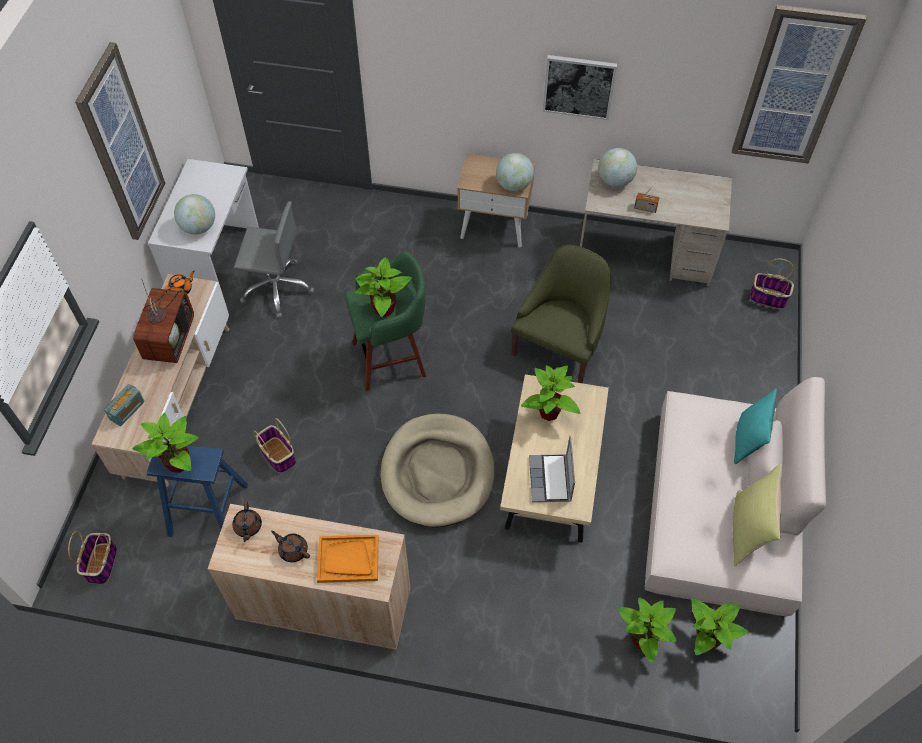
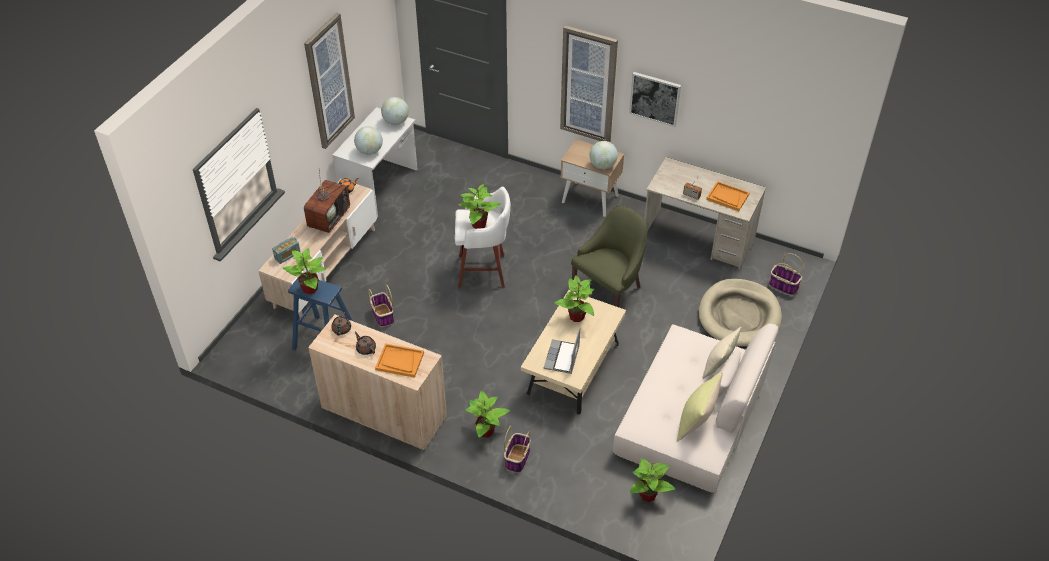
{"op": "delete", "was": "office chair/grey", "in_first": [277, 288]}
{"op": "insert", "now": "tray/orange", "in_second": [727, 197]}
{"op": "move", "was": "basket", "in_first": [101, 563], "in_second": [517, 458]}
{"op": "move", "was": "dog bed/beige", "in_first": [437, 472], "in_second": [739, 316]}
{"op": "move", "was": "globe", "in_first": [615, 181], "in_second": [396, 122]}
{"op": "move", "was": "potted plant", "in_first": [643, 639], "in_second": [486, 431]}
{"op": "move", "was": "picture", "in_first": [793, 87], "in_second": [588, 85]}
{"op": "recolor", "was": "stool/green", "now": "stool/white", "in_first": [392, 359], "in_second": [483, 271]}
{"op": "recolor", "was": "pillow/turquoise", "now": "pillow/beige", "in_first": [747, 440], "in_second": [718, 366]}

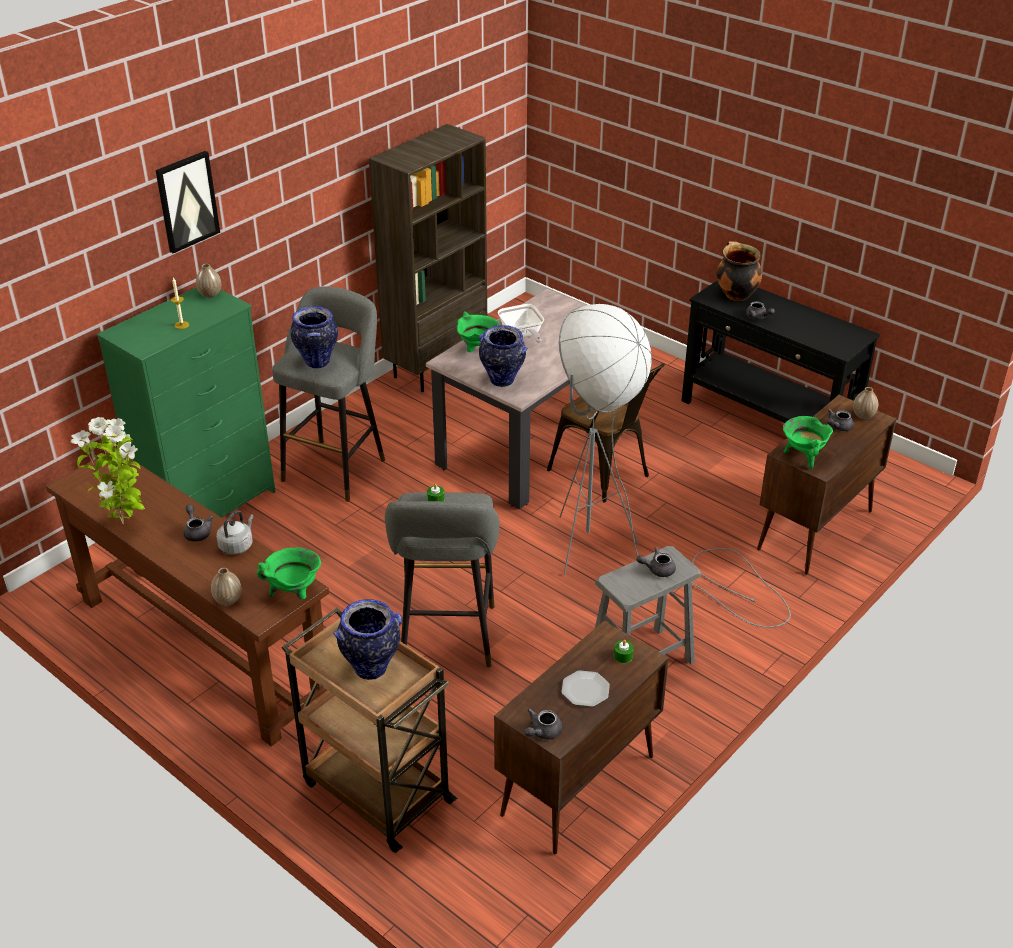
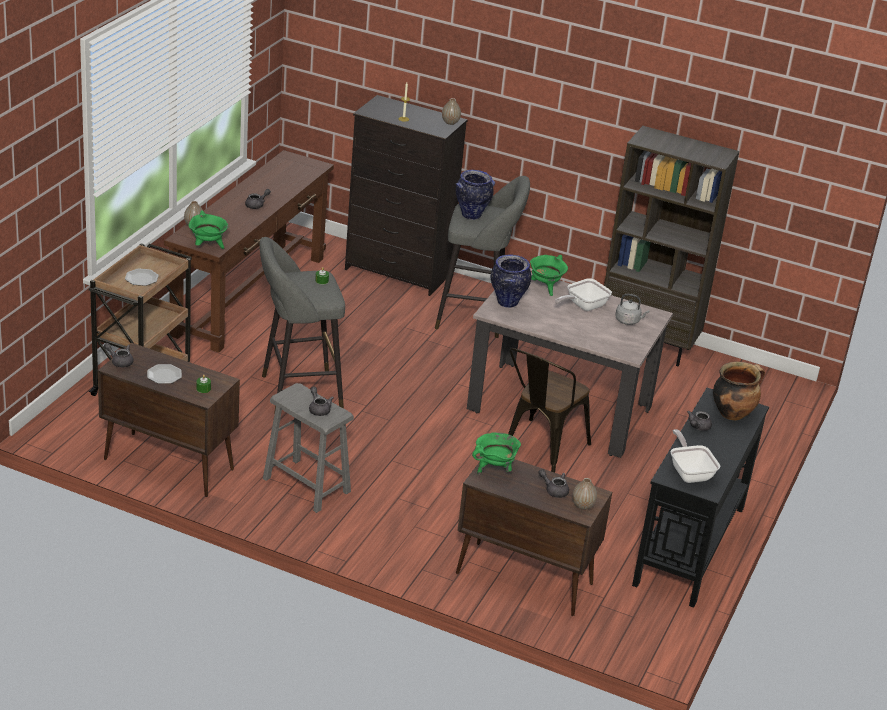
{"op": "delete", "was": "potted plant", "in_first": [124, 522]}
{"op": "delete", "was": "picture", "in_first": [187, 201]}
{"op": "delete", "was": "floor lamp/grey", "in_first": [626, 557]}
{"op": "insert", "now": "frying pan", "in_second": [689, 472]}
{"op": "move", "was": "kettle/grey", "in_first": [237, 545], "in_second": [628, 321]}
{"op": "replace", "was": "vase", "now": "plate", "in_first": [371, 668], "in_second": [142, 278]}
{"op": "recolor", "was": "dresser/green", "now": "dresser/black", "in_first": [210, 507], "in_second": [398, 272]}

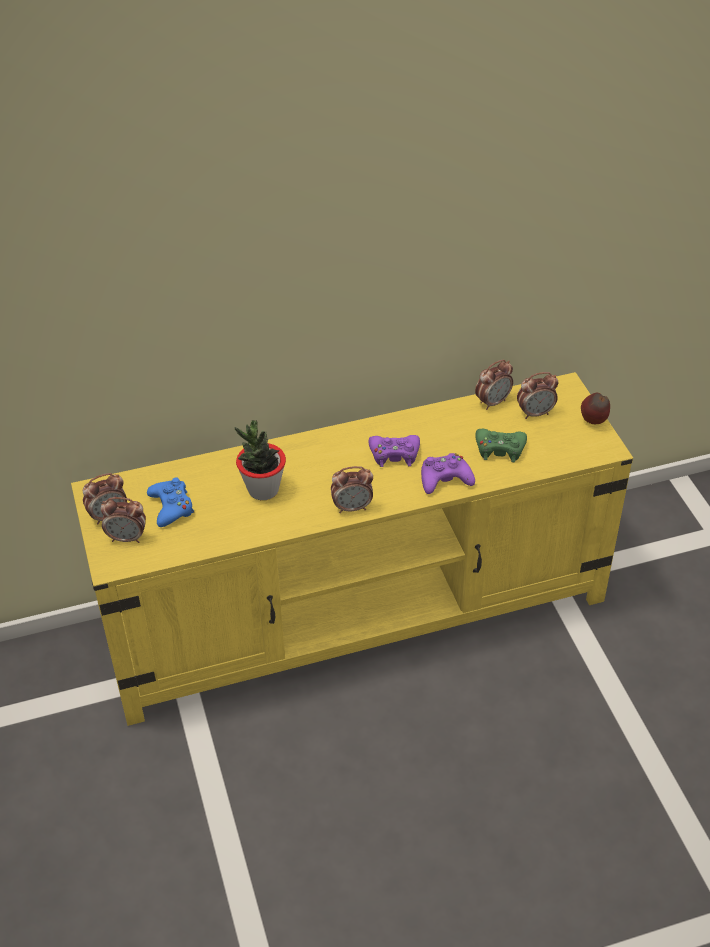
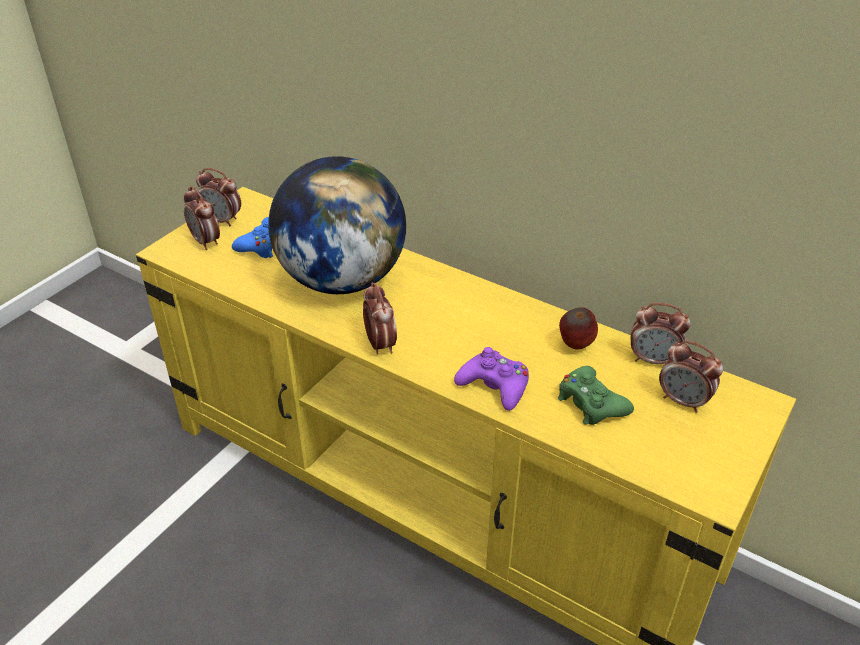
{"op": "delete", "was": "game controller/purple", "in_first": [394, 454]}
{"op": "move", "was": "apple", "in_first": [594, 422], "in_second": [575, 346]}
{"op": "replace", "was": "potted plant", "now": "globe", "in_first": [263, 490], "in_second": [342, 280]}
{"op": "rotate", "was": "alarm clock", "in_first": [352, 507], "in_second": [380, 344], "clockwise": -150}

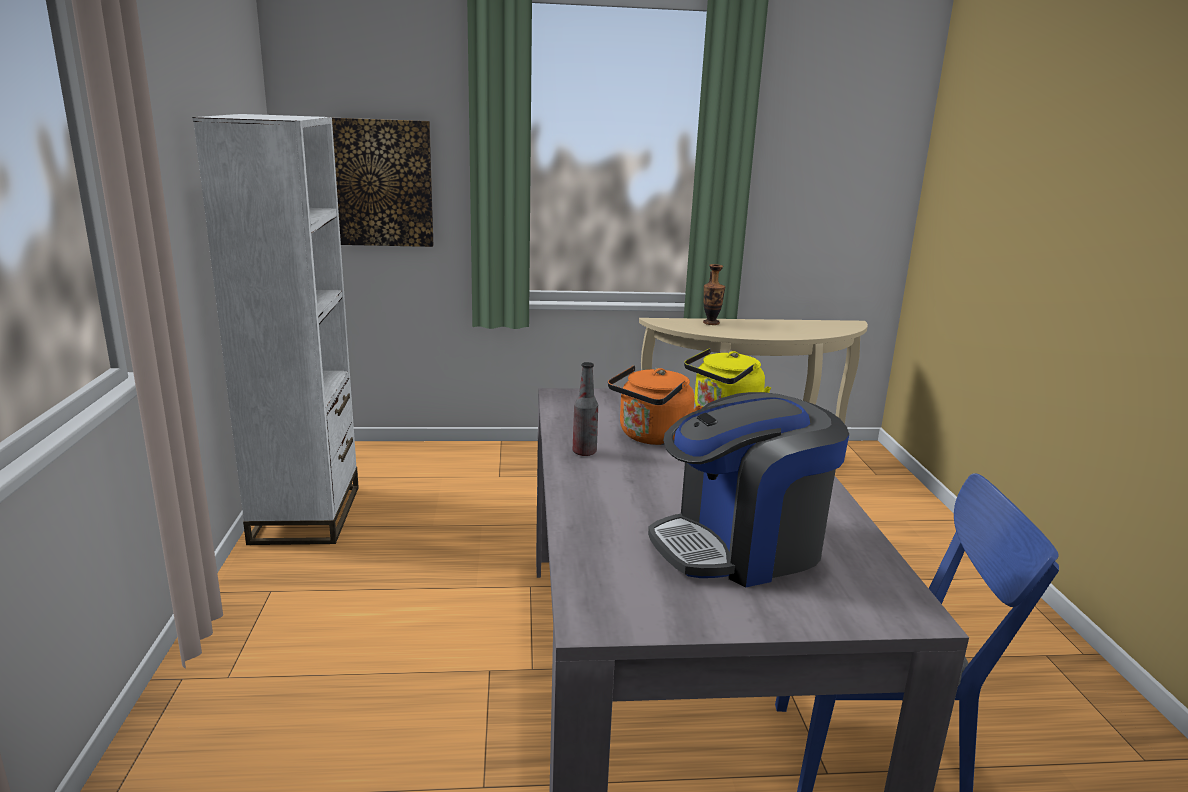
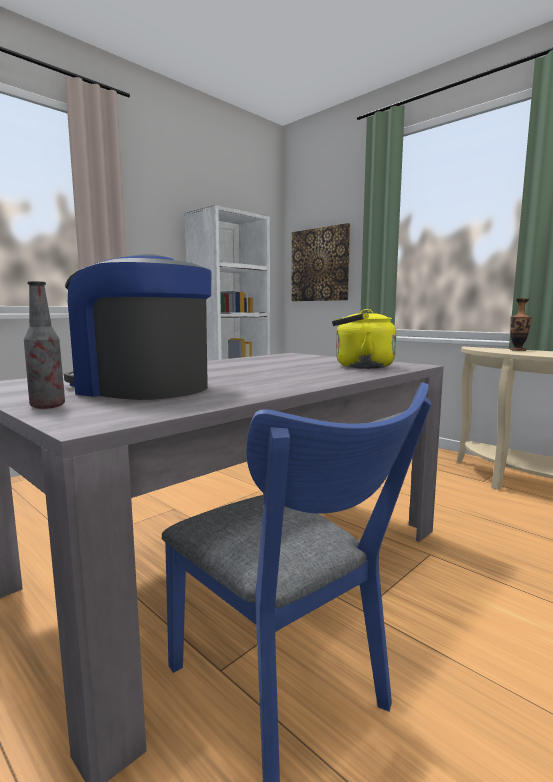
{"op": "delete", "was": "kettle/orange", "in_first": [652, 437]}
{"op": "move", "was": "bottle", "in_first": [584, 452], "in_second": [47, 406]}

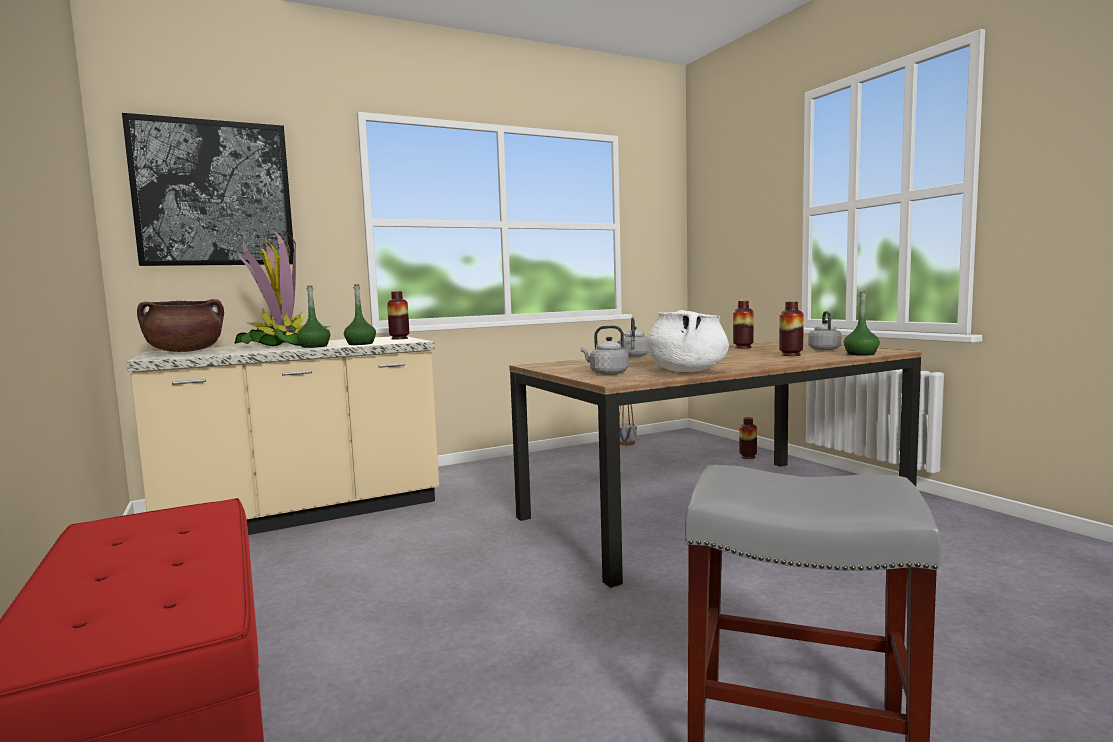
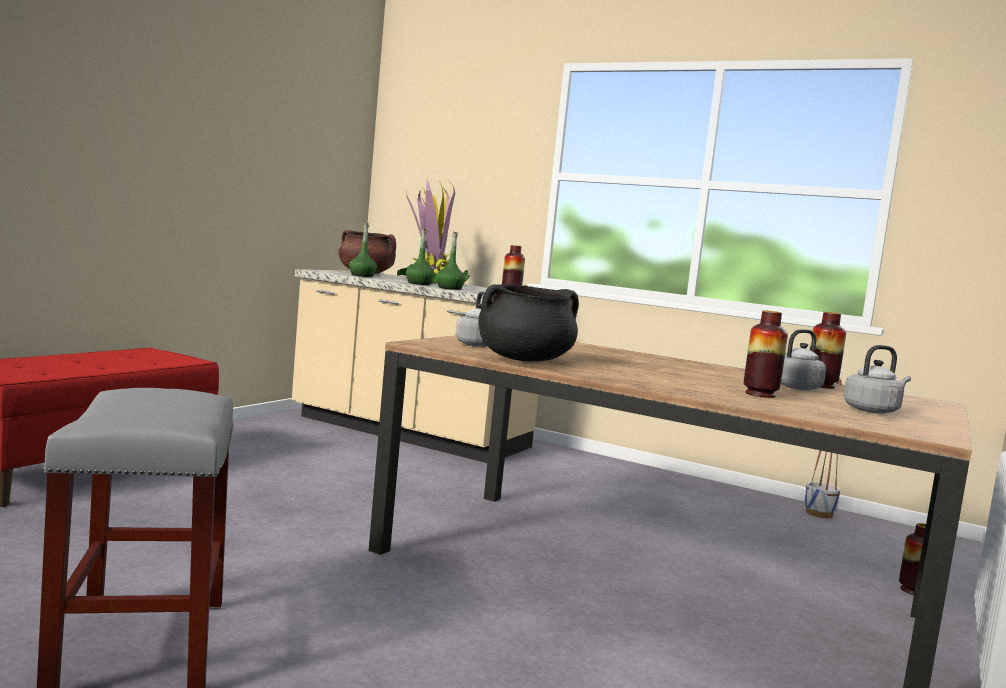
{"op": "delete", "was": "picture", "in_first": [214, 194]}
{"op": "move", "was": "kettle/grey", "in_first": [634, 356], "in_second": [795, 387]}
{"op": "move", "was": "bottle/green", "in_first": [860, 354], "in_second": [362, 276]}
{"op": "recolor", "was": "cooking pot/white", "now": "cooking pot/black", "in_first": [687, 371], "in_second": [524, 360]}

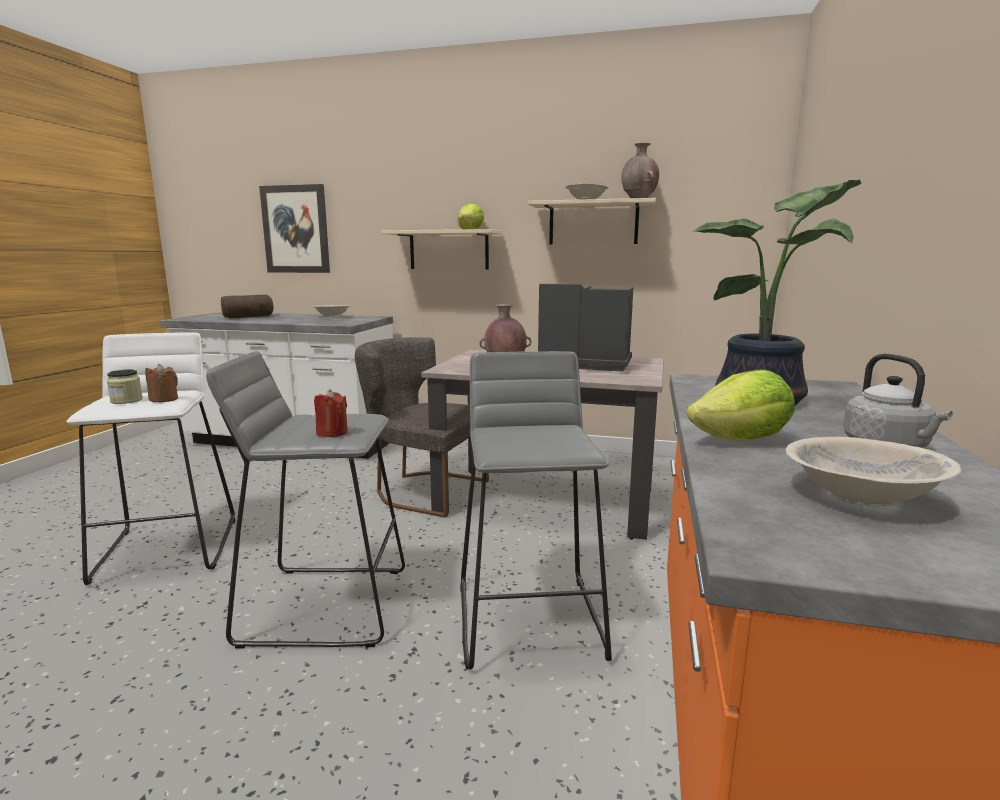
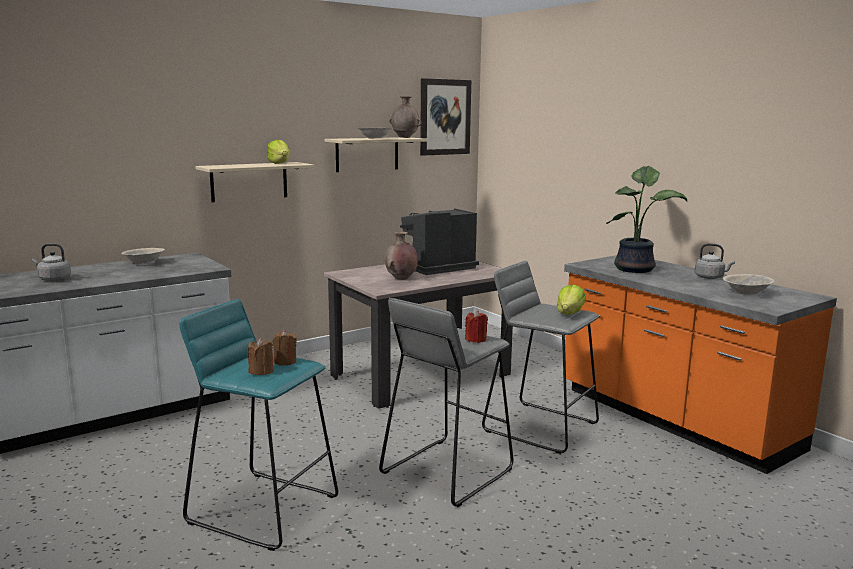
{"op": "delete", "was": "chair/grey", "in_first": [424, 490]}
{"op": "move", "was": "picture", "in_first": [296, 229], "in_second": [445, 117]}
{"op": "move", "was": "lettuce", "in_first": [741, 440], "in_second": [570, 313]}
{"op": "replace", "was": "jar", "now": "candle/brown", "in_first": [126, 400], "in_second": [261, 371]}
{"op": "replace", "was": "bread", "now": "kettle/grey", "in_first": [249, 317], "in_second": [53, 279]}
{"op": "recolor", "was": "stool/white", "now": "stool/turquoise", "in_first": [169, 548], "in_second": [263, 508]}

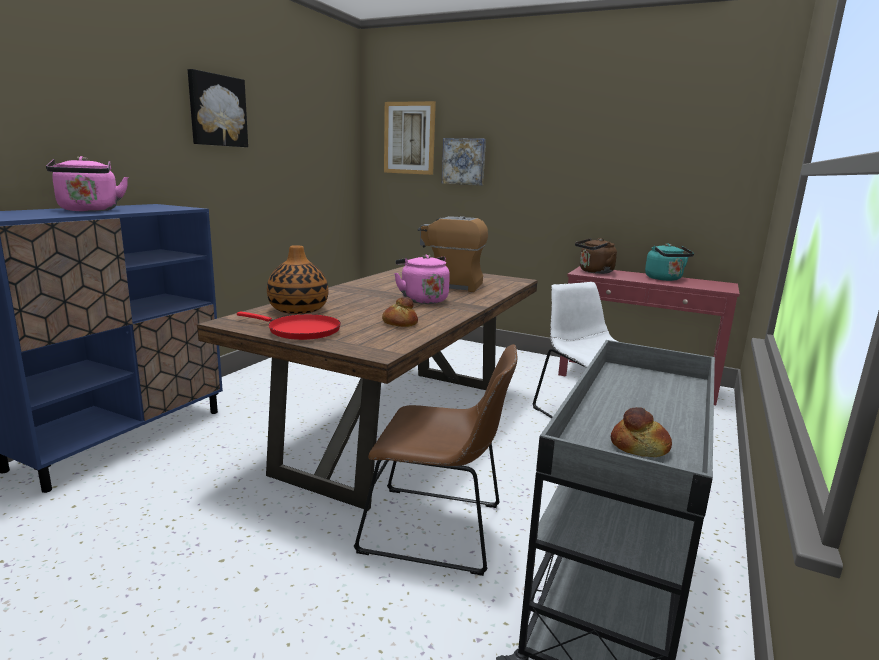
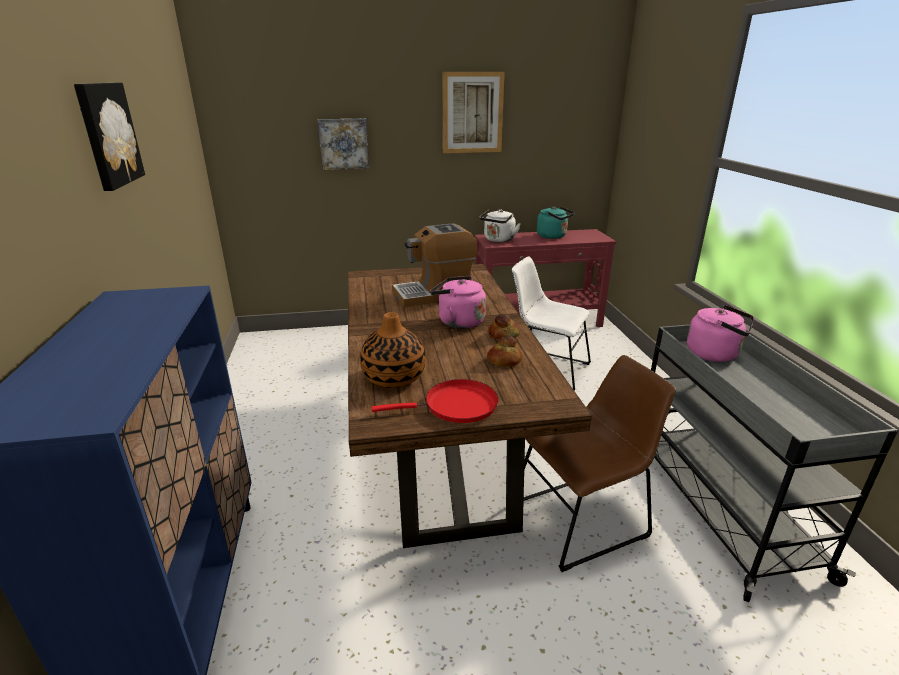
{"op": "move", "was": "kettle/pink", "in_first": [89, 210], "in_second": [715, 354]}
{"op": "move", "was": "picture", "in_first": [409, 138], "in_second": [472, 113]}
{"op": "move", "was": "bread", "in_first": [640, 447], "in_second": [504, 335]}
{"op": "recolor", "was": "kettle/brown", "now": "kettle/white", "in_first": [594, 272], "in_second": [498, 240]}

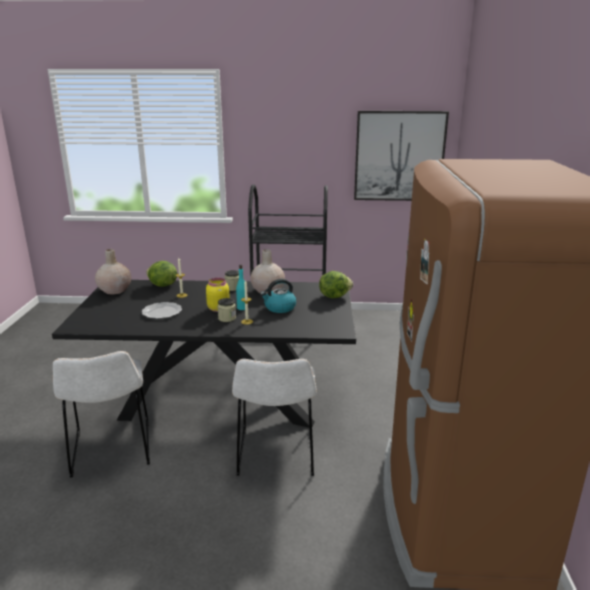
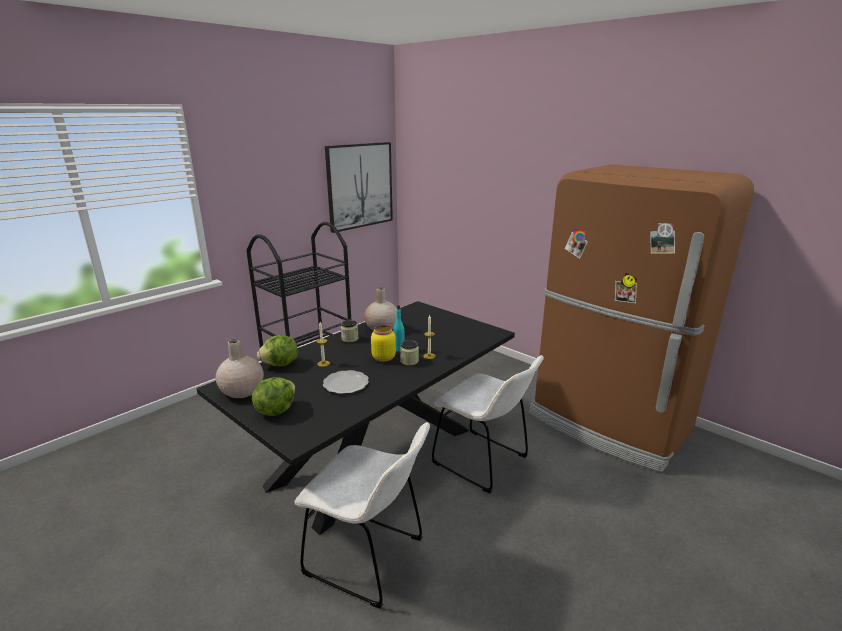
{"op": "delete", "was": "kettle", "in_first": [279, 308]}
{"op": "move", "was": "lettuce", "in_first": [334, 296], "in_second": [275, 410]}

